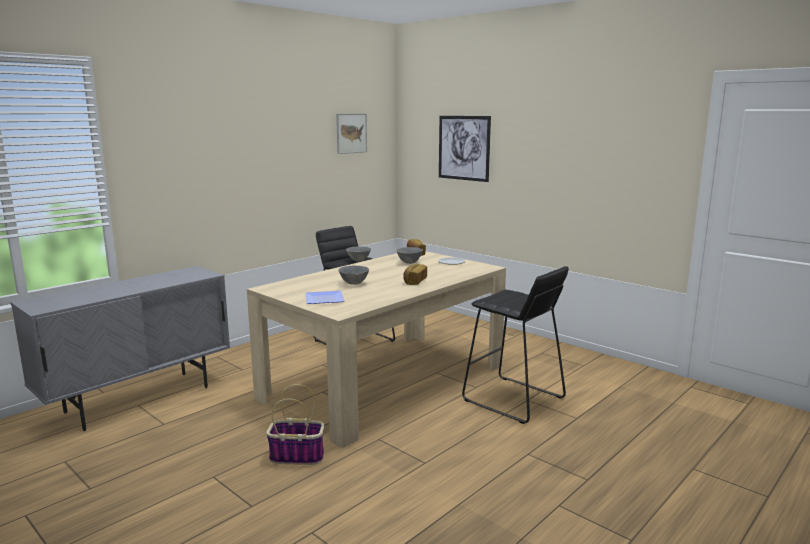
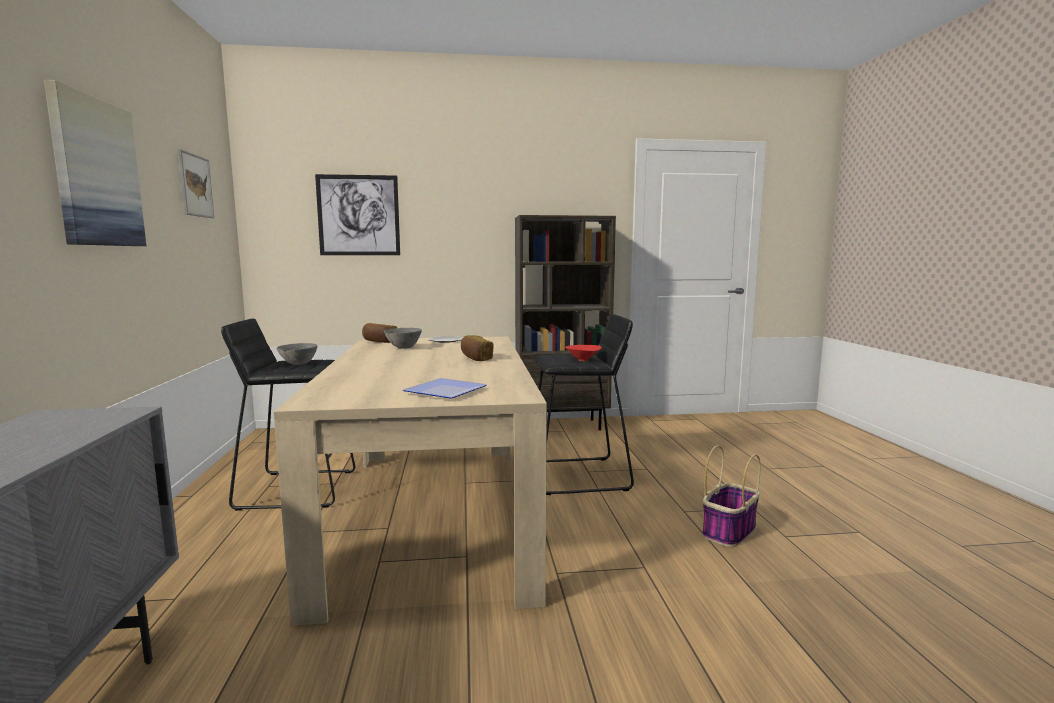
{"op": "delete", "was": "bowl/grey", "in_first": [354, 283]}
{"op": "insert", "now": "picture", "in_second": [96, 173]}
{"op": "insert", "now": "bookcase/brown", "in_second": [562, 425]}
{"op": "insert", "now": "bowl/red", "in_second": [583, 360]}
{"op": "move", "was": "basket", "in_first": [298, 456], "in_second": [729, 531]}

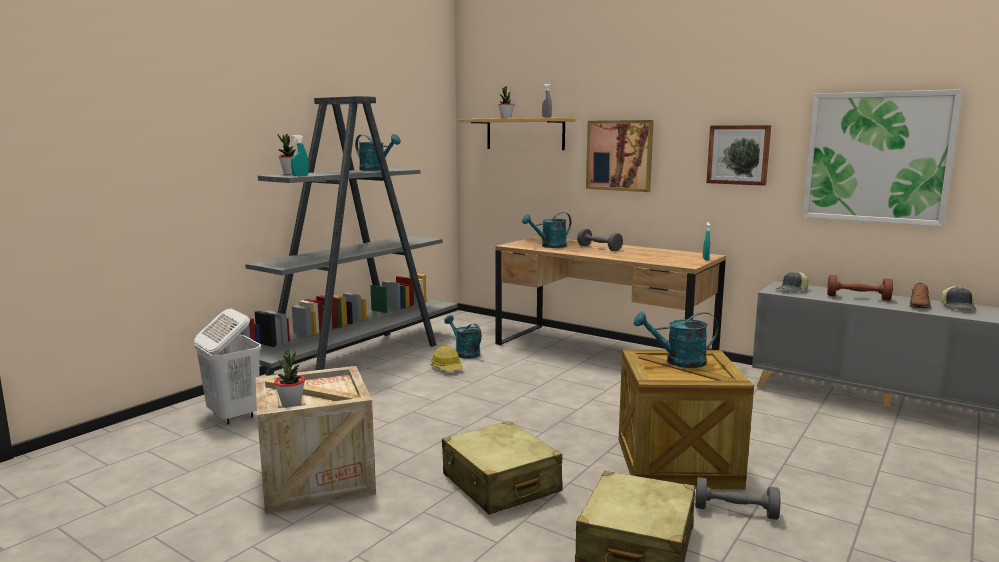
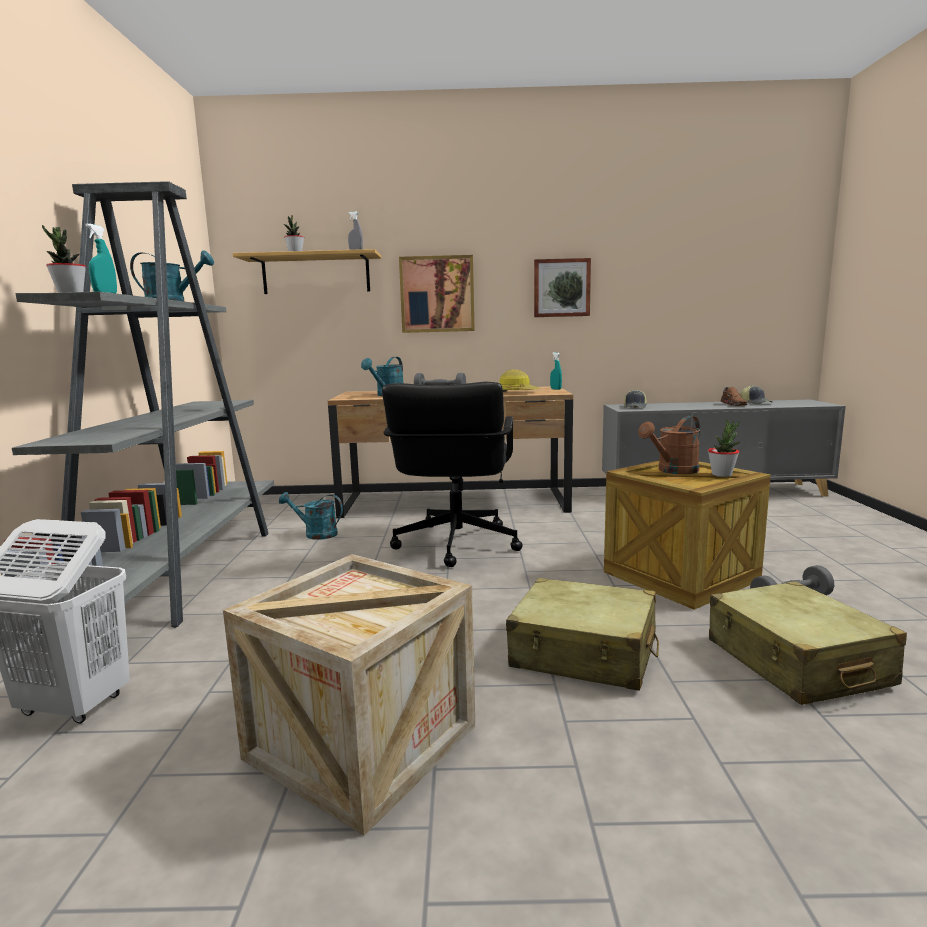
{"op": "delete", "was": "picture", "in_first": [877, 157]}
{"op": "delete", "was": "dumbbell/brown", "in_first": [858, 298]}
{"op": "insert", "now": "office chair/black", "in_second": [455, 544]}
{"op": "move", "was": "potted plant", "in_first": [291, 404], "in_second": [722, 474]}
{"op": "move", "was": "hard hat", "in_first": [447, 368], "in_second": [517, 392]}
{"op": "recolor", "was": "watering can/turquoise", "now": "watering can/brown", "in_first": [678, 362], "in_second": [673, 471]}

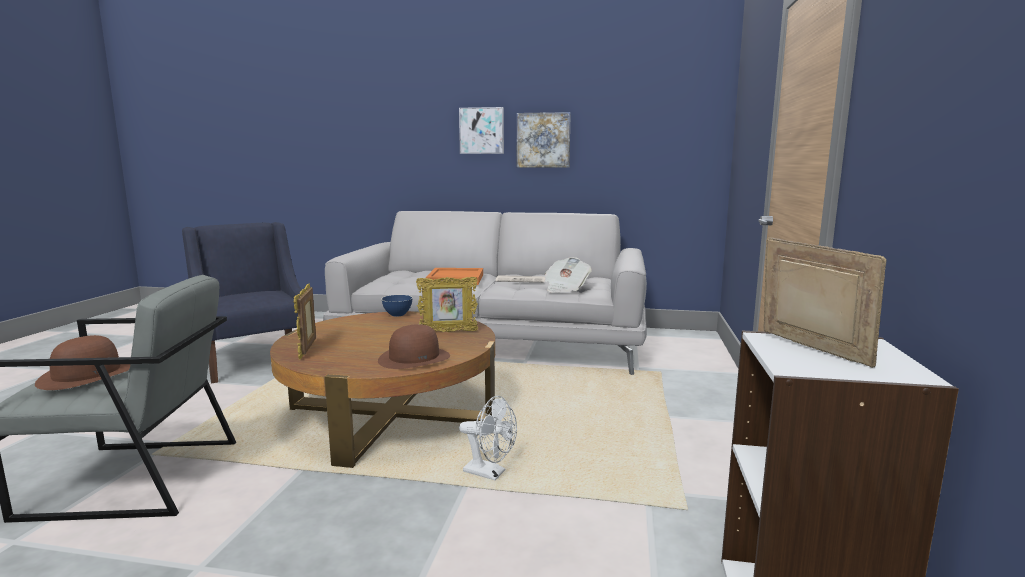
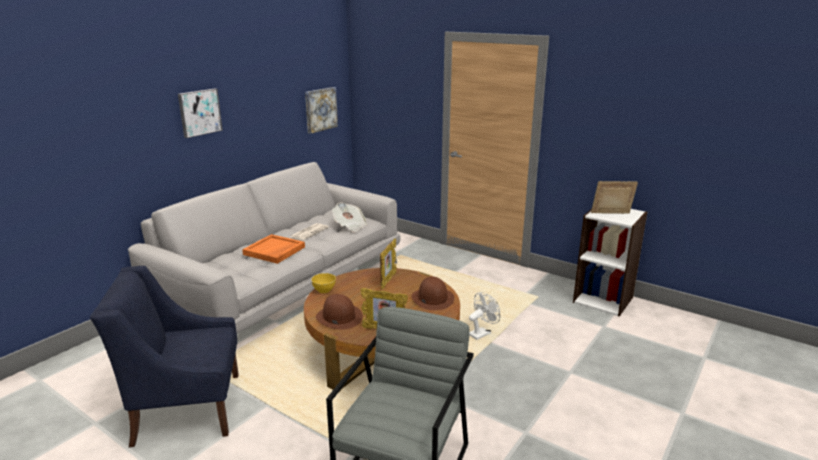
{"op": "move", "was": "hat/brown", "in_first": [87, 374], "in_second": [339, 317]}
{"op": "move", "was": "picture", "in_first": [543, 140], "in_second": [320, 109]}
{"op": "recolor", "was": "bowl/blue", "now": "bowl/yellow", "in_first": [397, 314], "in_second": [324, 290]}

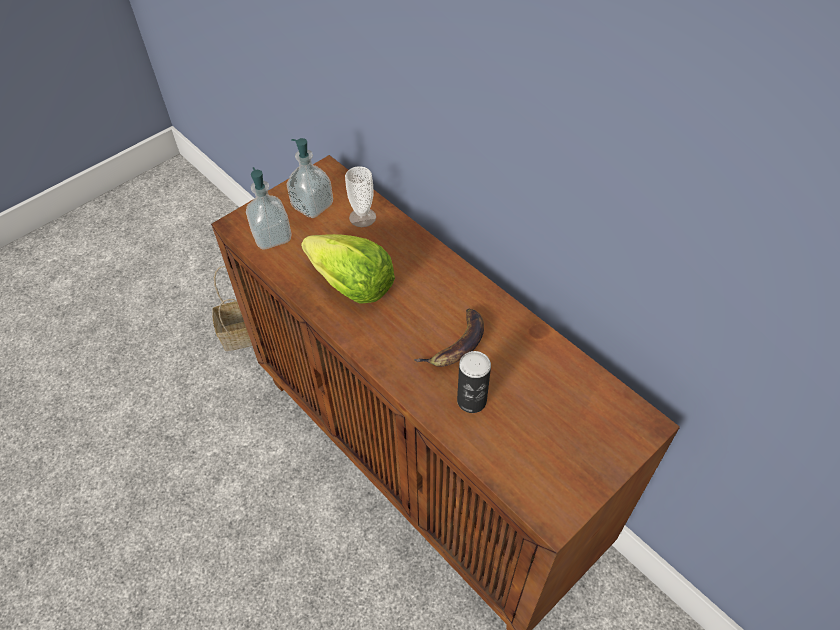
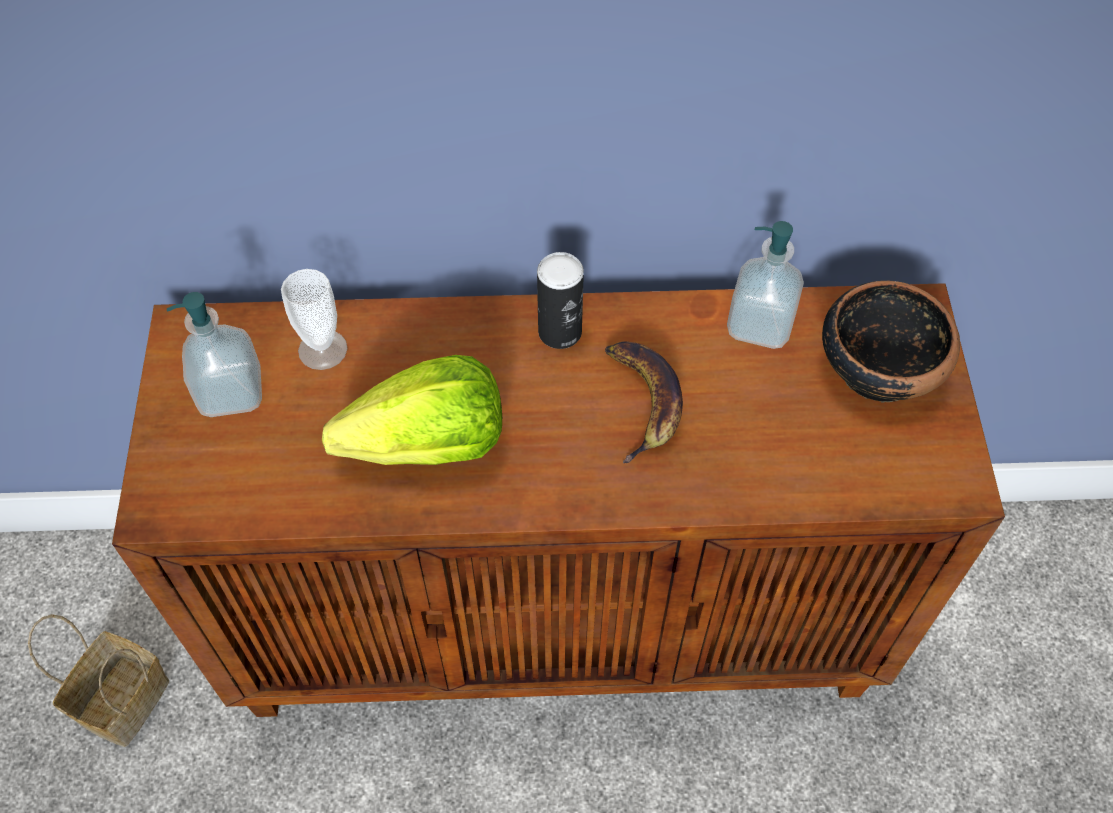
{"op": "insert", "now": "bowl", "in_second": [878, 367]}
{"op": "move", "was": "soap dispenser", "in_first": [272, 236], "in_second": [760, 324]}
{"op": "move", "was": "can", "in_first": [471, 400], "in_second": [560, 332]}

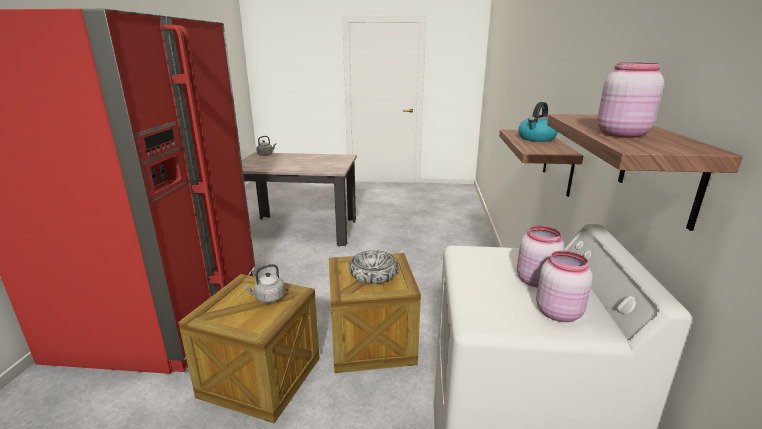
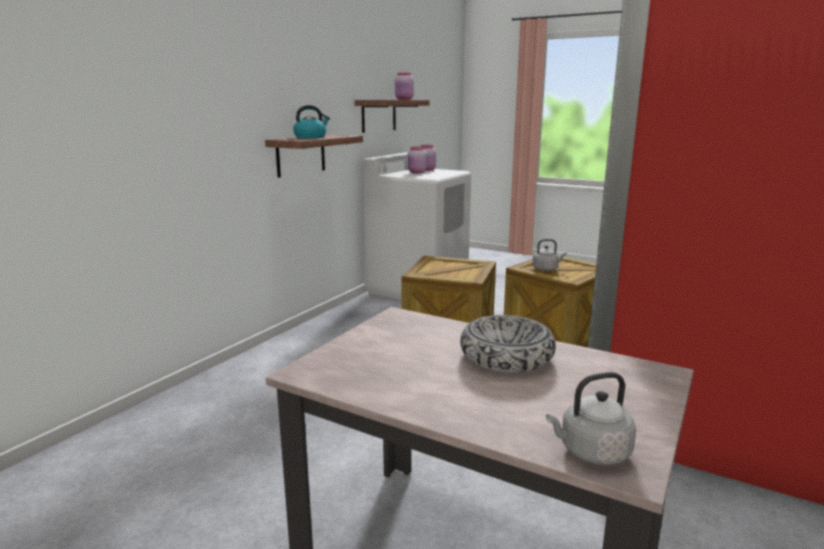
{"op": "move", "was": "bowl", "in_first": [373, 273], "in_second": [506, 356]}

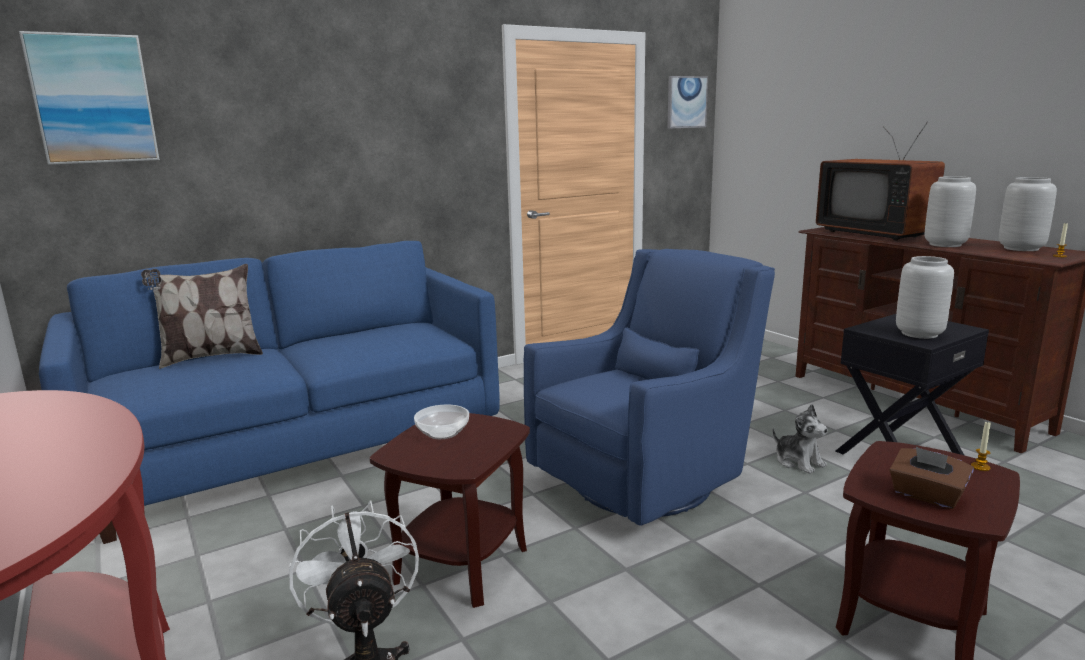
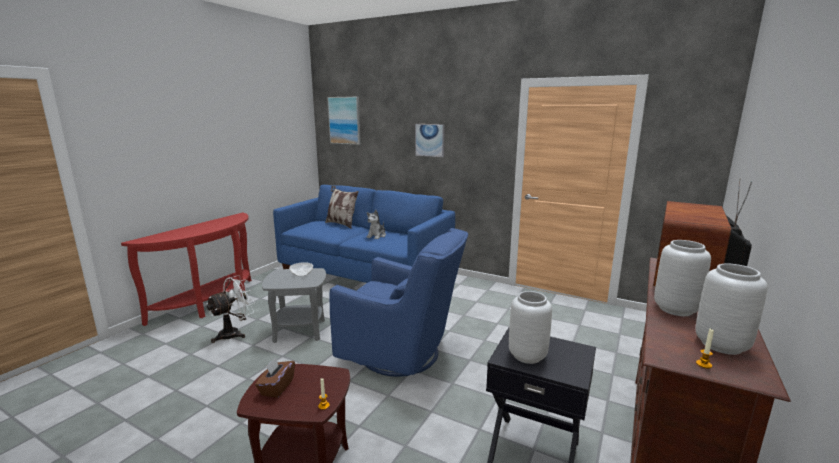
{"op": "move", "was": "picture", "in_first": [686, 102], "in_second": [430, 140]}
{"op": "move", "was": "plush toy", "in_first": [798, 462], "in_second": [377, 236]}
{"op": "recolor", "was": "side table/brown", "now": "side table/grey", "in_first": [460, 564], "in_second": [299, 330]}

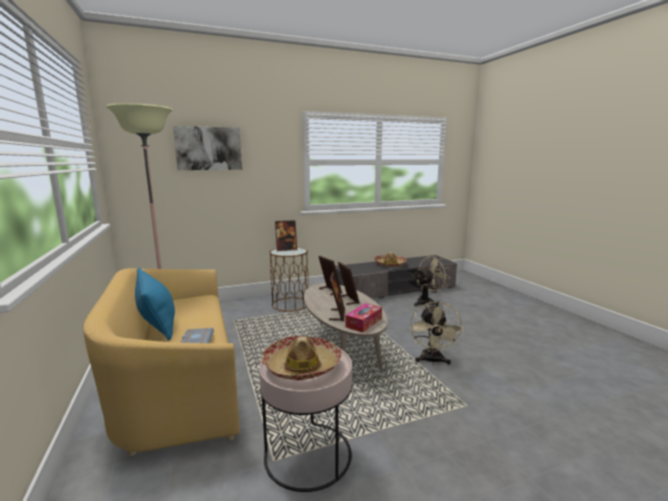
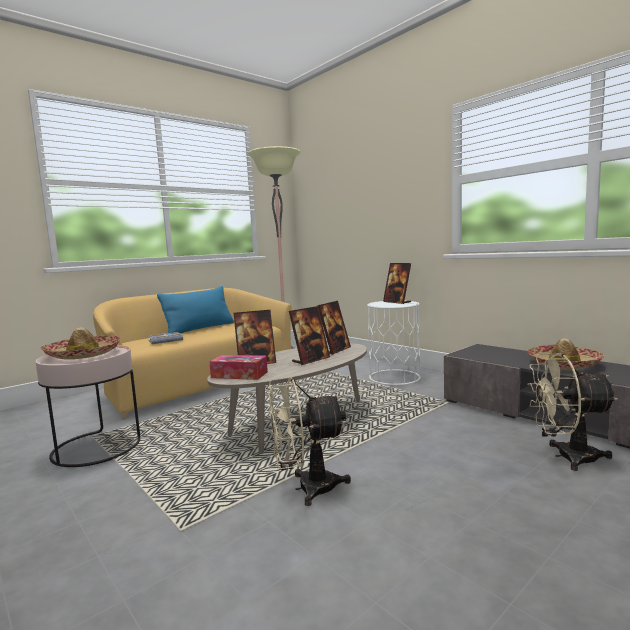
{"op": "delete", "was": "picture", "in_first": [208, 148]}
{"op": "recolor", "was": "side table/brown", "now": "side table/white", "in_first": [290, 304], "in_second": [394, 377]}
{"op": "rotate", "was": "fan/beige", "in_first": [427, 302], "in_second": [566, 457], "clockwise": 150}

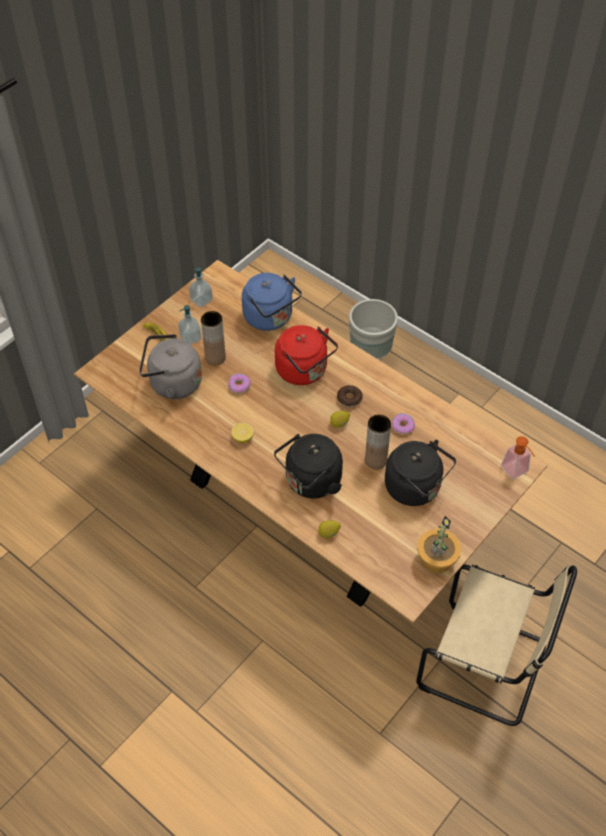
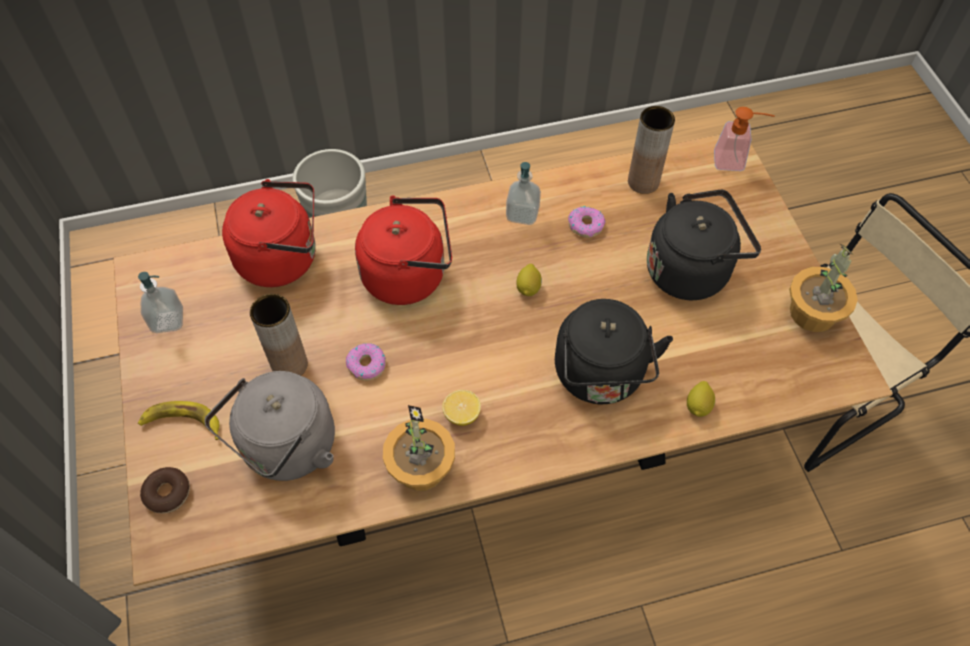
{"op": "insert", "now": "potted plant", "in_second": [420, 467]}
{"op": "move", "was": "soap dispenser", "in_first": [190, 338], "in_second": [522, 214]}
{"op": "move", "was": "donut", "in_first": [349, 399], "in_second": [167, 493]}
{"op": "move", "was": "vase/brown", "in_first": [375, 460], "in_second": [643, 182]}
{"op": "recolor", "was": "kettle/blue", "now": "kettle/red", "in_first": [270, 318], "in_second": [283, 258]}

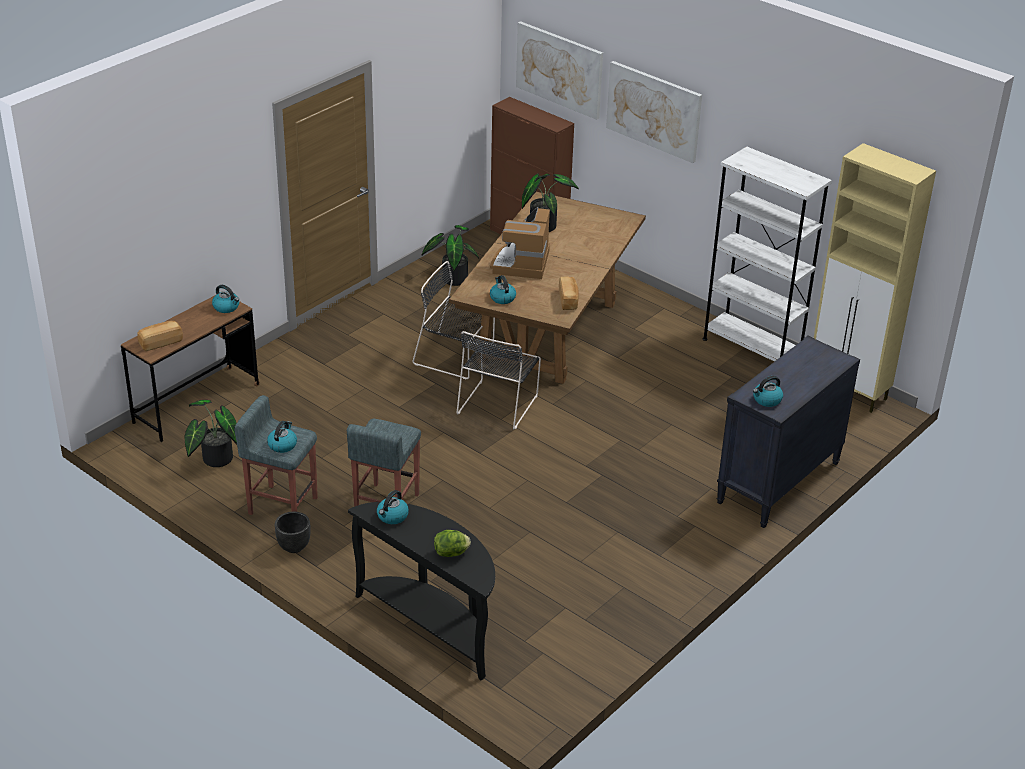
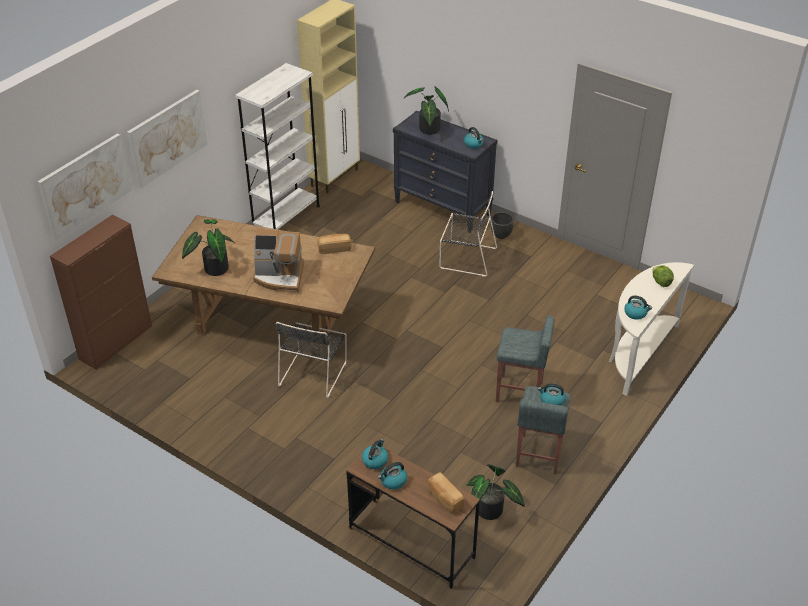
{"op": "move", "was": "planter/black", "in_first": [293, 547], "in_second": [501, 235]}
{"op": "move", "was": "potted plant", "in_first": [452, 278], "in_second": [428, 130]}
{"op": "move", "was": "chair/black", "in_first": [498, 403], "in_second": [466, 258]}
{"op": "move", "was": "kettle", "in_first": [502, 298], "in_second": [393, 481]}
{"op": "recolor", "was": "console table/black", "now": "console table/white", "in_first": [433, 625], "in_second": [638, 353]}

